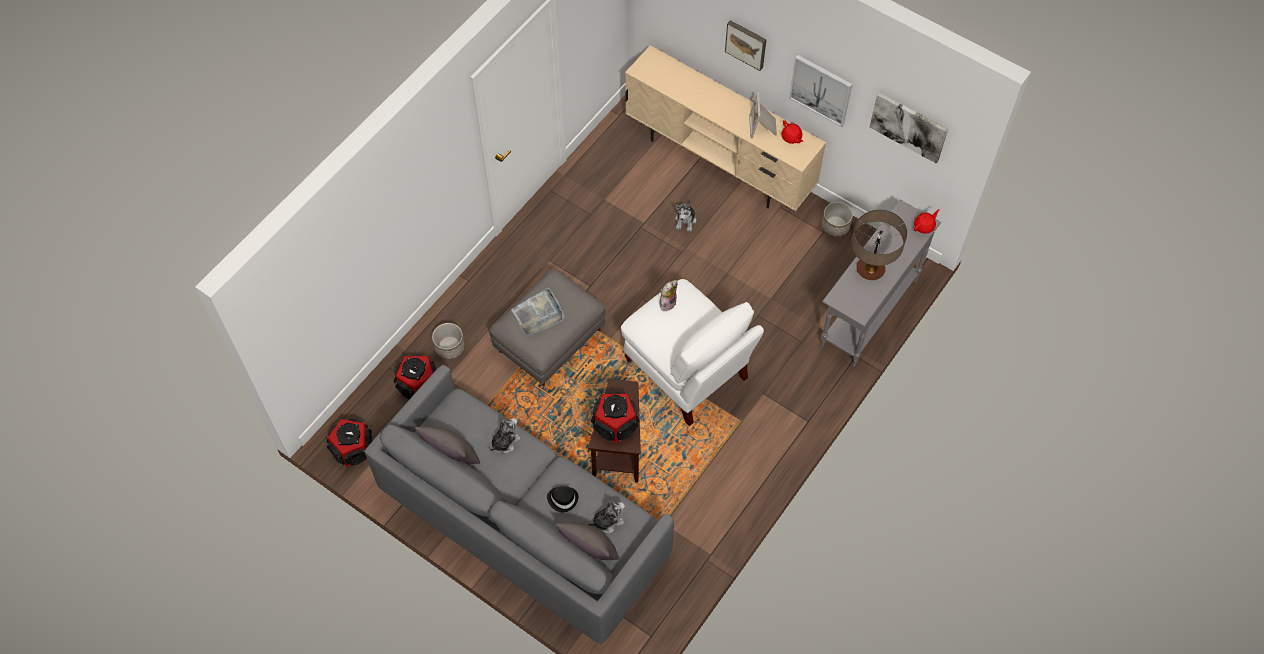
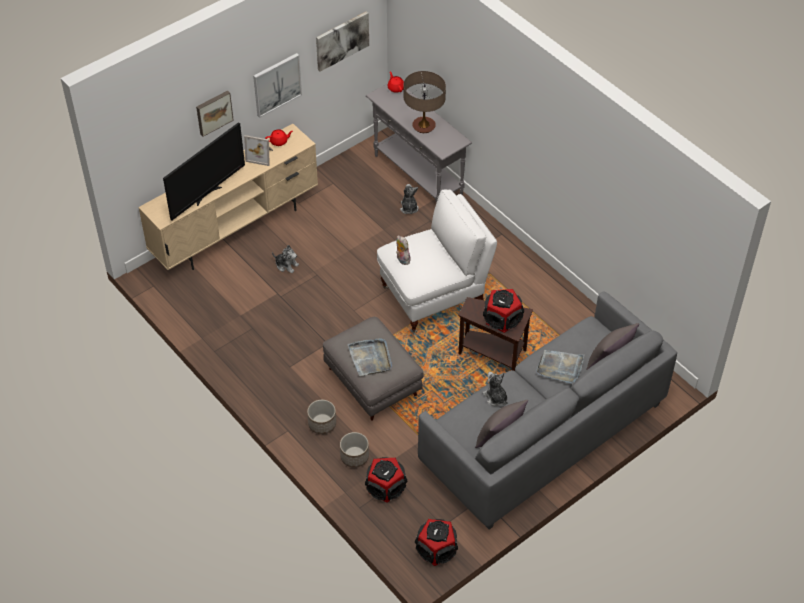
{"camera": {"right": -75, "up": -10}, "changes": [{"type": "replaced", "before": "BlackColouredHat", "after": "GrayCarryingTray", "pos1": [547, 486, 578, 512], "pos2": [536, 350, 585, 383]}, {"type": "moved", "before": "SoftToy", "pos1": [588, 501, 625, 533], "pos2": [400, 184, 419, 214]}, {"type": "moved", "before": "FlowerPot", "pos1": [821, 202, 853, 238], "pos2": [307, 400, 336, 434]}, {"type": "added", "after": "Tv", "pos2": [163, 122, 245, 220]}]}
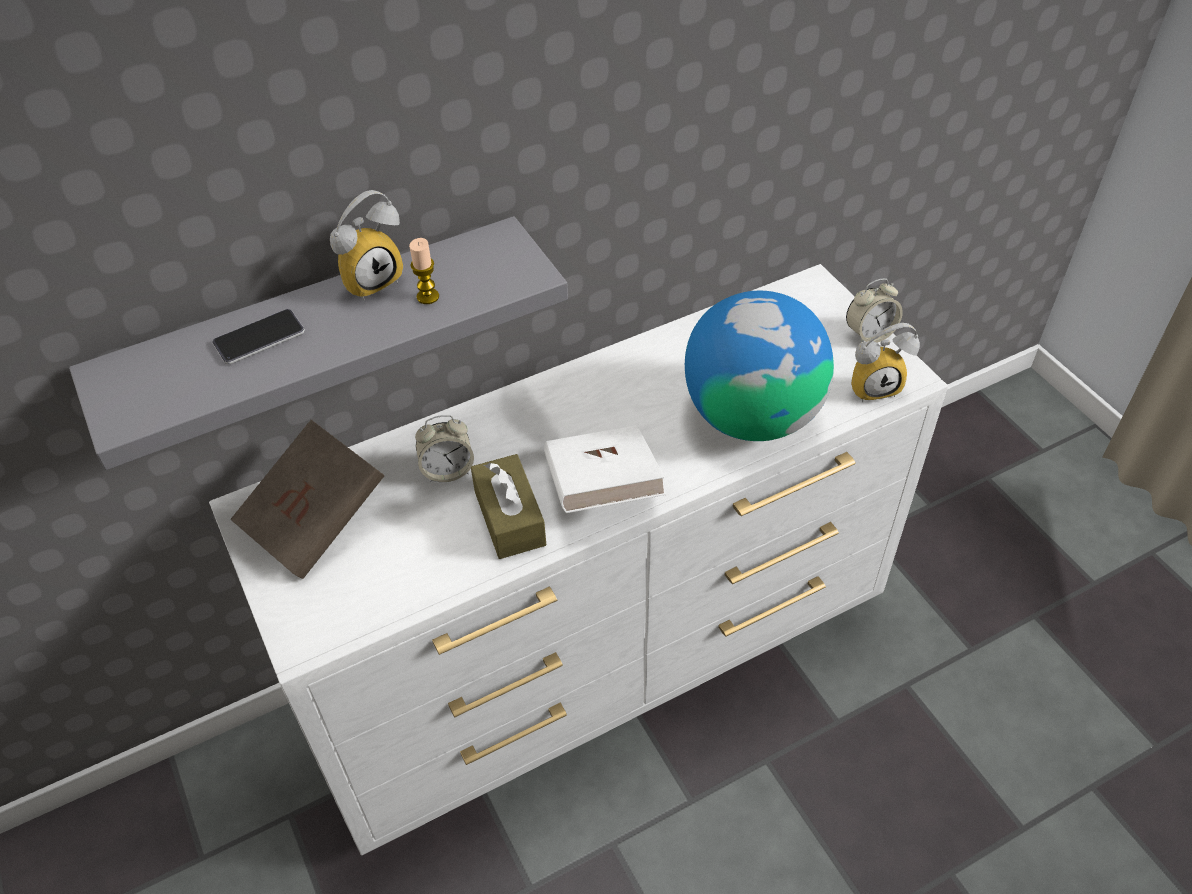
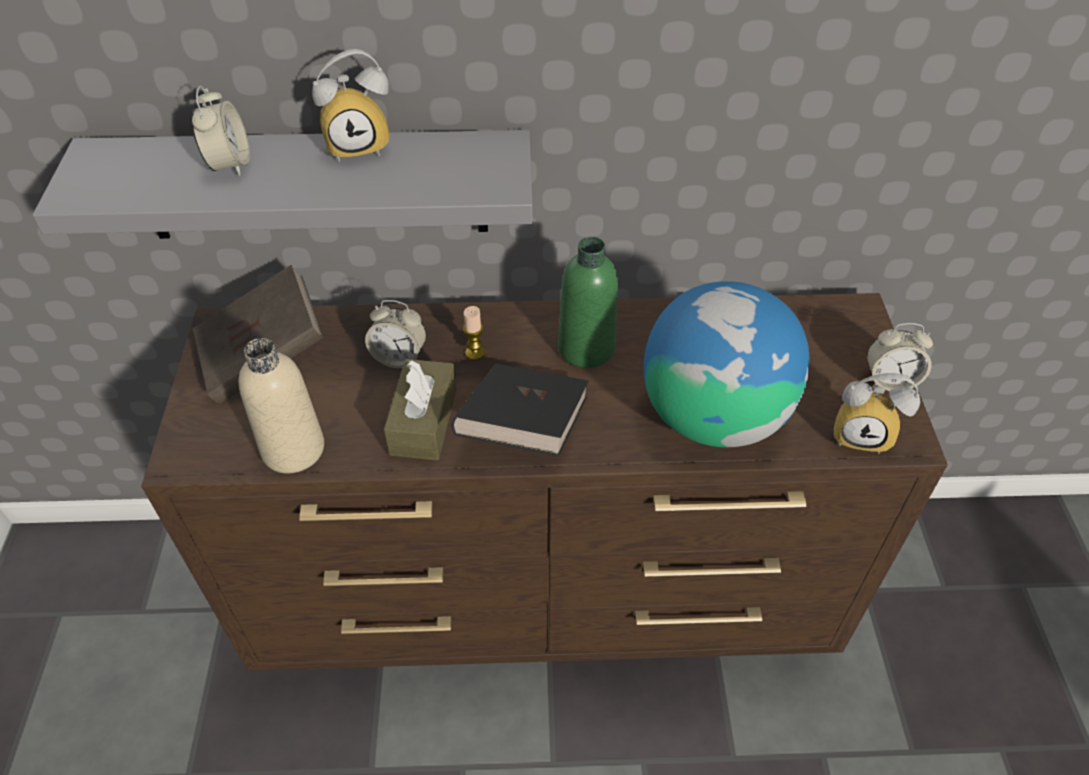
{"camera": {"right": 25, "up": 0}, "changes": [{"type": "recoloured", "before": "WhiteColouredDresser", "after": "BrownColouredDresser", "pos1": [209, 264, 948, 855], "pos2": [141, 293, 948, 671]}, {"type": "replaced", "before": "Handset", "after": "BedsideClock", "pos1": [213, 309, 305, 364], "pos2": [191, 85, 250, 176]}, {"type": "moved", "before": "WaxCandle", "pos1": [409, 238, 439, 304], "pos2": [463, 306, 485, 360]}, {"type": "recoloured", "before": "WhiteColouredVolume", "after": "BlackColouredVolume", "pos1": [544, 425, 666, 513], "pos2": [452, 363, 589, 456]}, {"type": "added", "after": "BeigeColouredDrinkBottle", "pos2": [238, 338, 324, 473]}, {"type": "added", "after": "GreenColouredDrinkBottle", "pos2": [558, 237, 618, 368]}]}
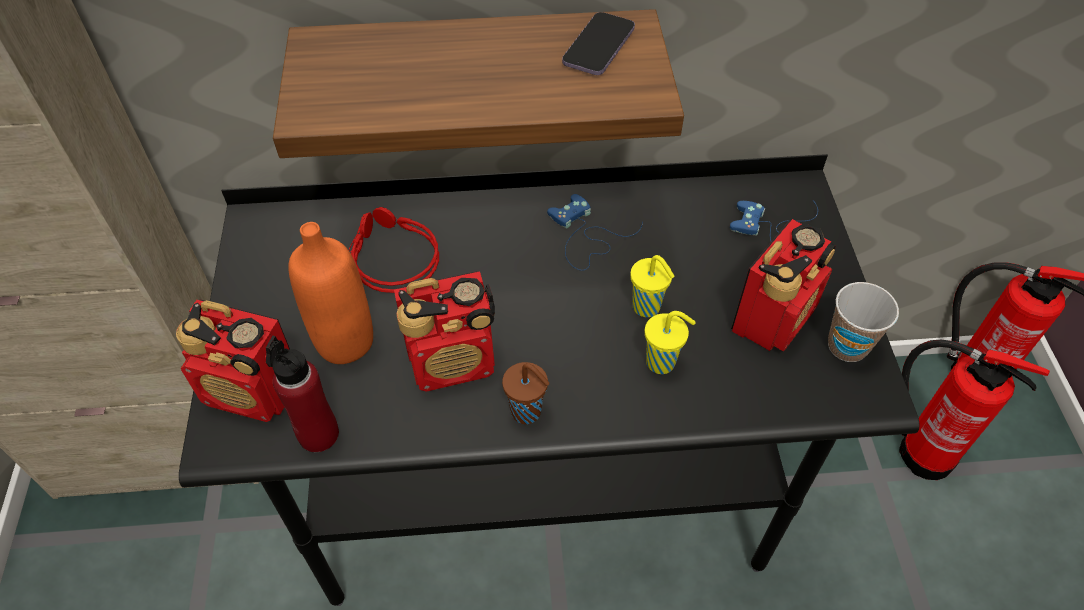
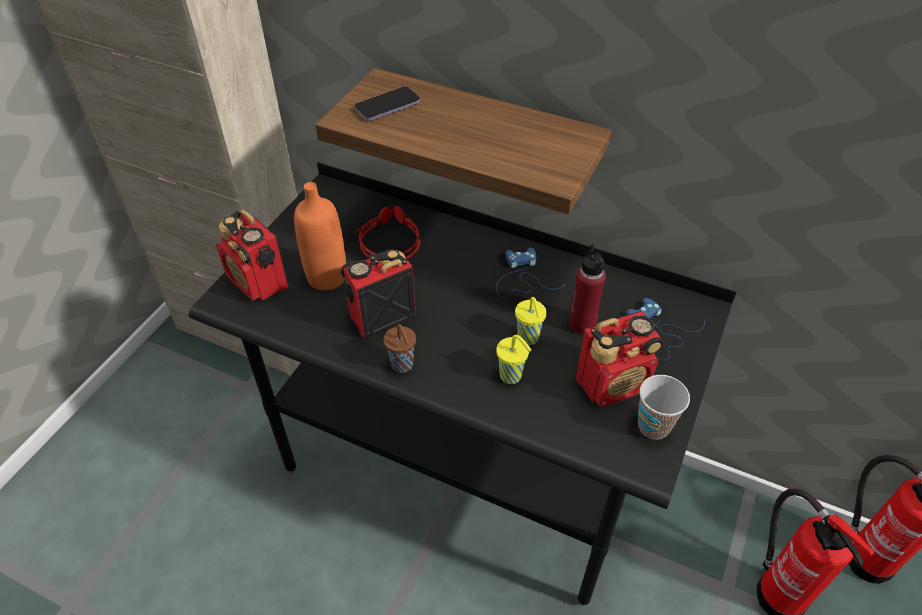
{"camera": {"right": 30, "up": -5}, "changes": [{"type": "moved", "before": "RedDrinkBottle", "pos1": [272, 341, 339, 452], "pos2": [569, 244, 606, 335]}, {"type": "turned", "before": "RadioReceiver", "pos1": [394, 271, 495, 392], "pos2": [340, 249, 416, 339], "turn": 135}, {"type": "moved", "before": "Handset", "pos1": [562, 12, 635, 75], "pos2": [354, 87, 421, 121]}]}
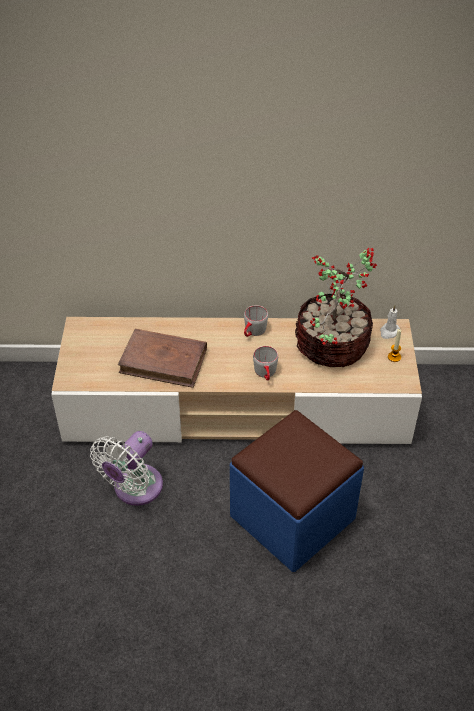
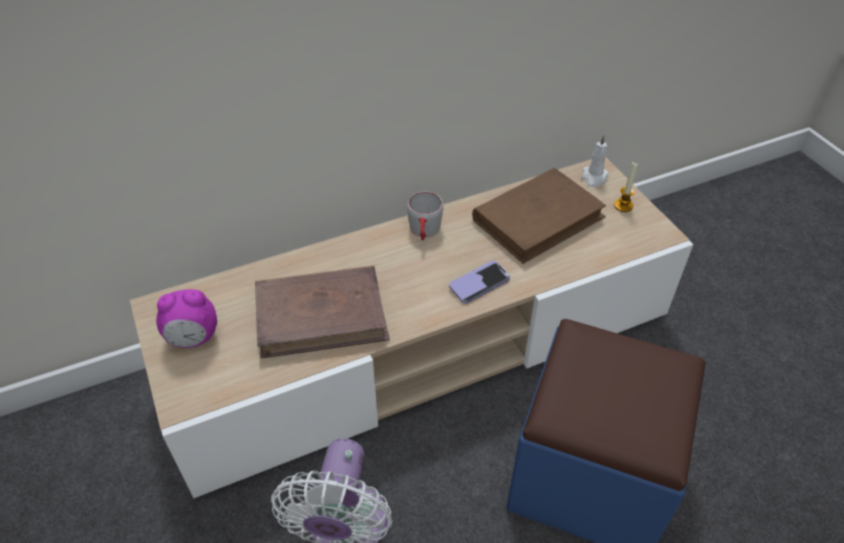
{"camera": {"right": -25, "up": 0}, "changes": [{"type": "replaced", "before": "GrayTeaMug", "after": "Handset", "pos1": [253, 346, 278, 381], "pos2": [449, 261, 510, 304]}, {"type": "replaced", "before": "PottedPlant", "after": "BrownColouredVolume", "pos1": [295, 248, 377, 367], "pos2": [472, 168, 606, 264]}, {"type": "added", "after": "BedsideClock", "pos2": [156, 289, 217, 348]}]}
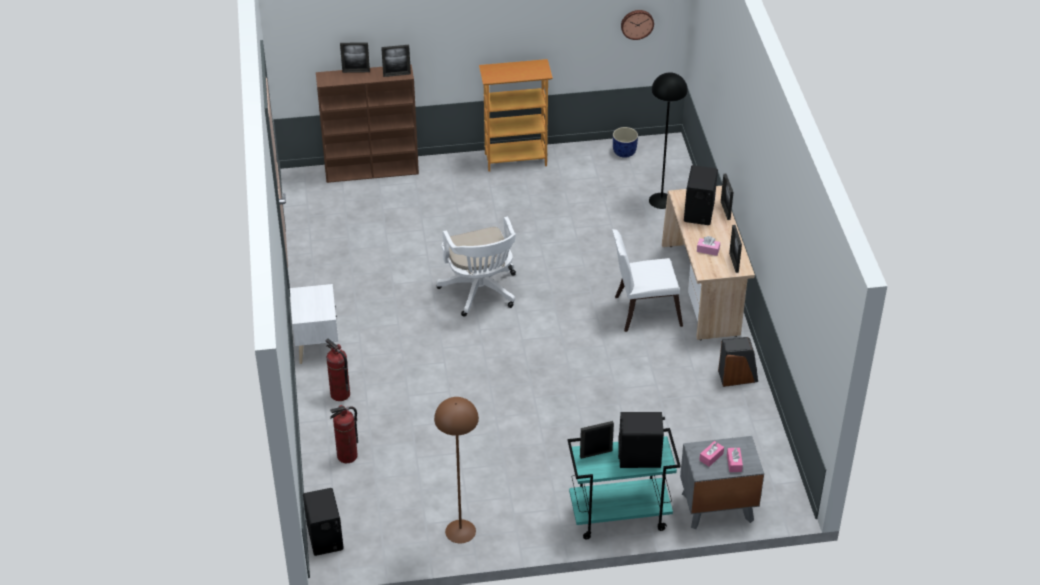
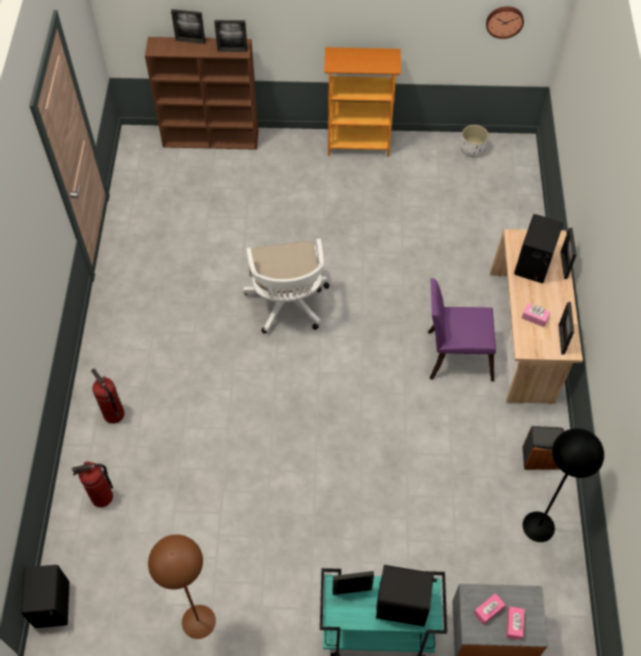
{"camera": {"right": 10, "up": 15}, "changes": [{"type": "removed", "before": "WhiteColouredNightstand", "pos1": [290, 284, 338, 364]}, {"type": "recoloured", "before": "WhiteColouredPlainChair", "after": "PurplePlainChair", "pos1": [612, 229, 683, 332], "pos2": [428, 278, 496, 382]}, {"type": "recoloured", "before": "BluishFlowerPot", "after": "WhiteColouredFlowerPot", "pos1": [613, 127, 638, 158], "pos2": [461, 125, 489, 158]}, {"type": "moved", "before": "BlackColouredFloorLamp", "pos1": [649, 72, 688, 209], "pos2": [523, 428, 604, 542]}]}
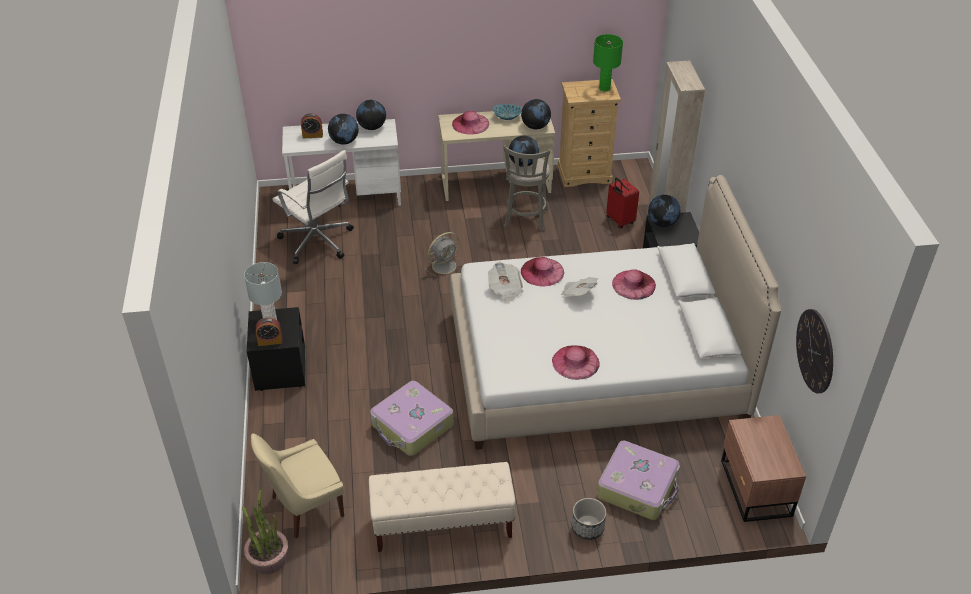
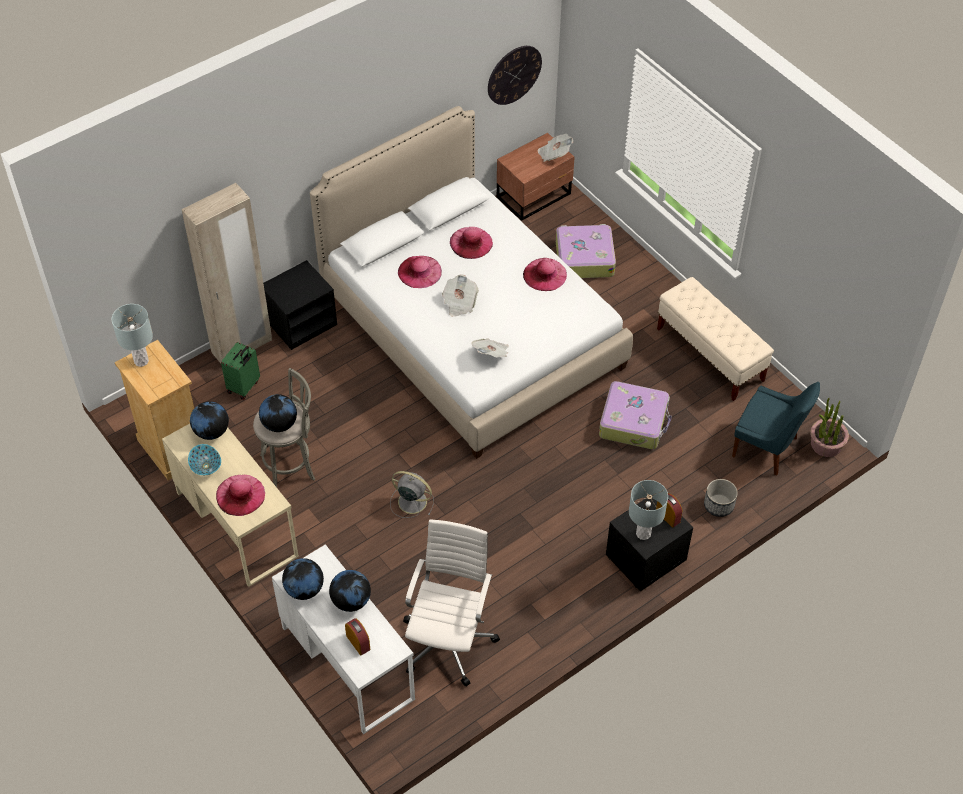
{"camera": {"right": -120, "up": 10}, "changes": [{"type": "recoloured", "before": "BeigeColouredPlainChair", "after": "BluishPlainChair", "pos1": [251, 433, 344, 539], "pos2": [732, 382, 820, 476]}, {"type": "moved", "before": "PinkHat", "pos1": [521, 257, 564, 287], "pos2": [450, 227, 493, 259]}, {"type": "moved", "before": "FlowerPot", "pos1": [572, 498, 606, 540], "pos2": [704, 479, 738, 517]}, {"type": "recoloured", "before": "GreenColouredTableLamp", "after": "GrayTableLamp", "pos1": [593, 34, 623, 91], "pos2": [112, 304, 153, 367]}, {"type": "recoloured", "before": "RedPieceOfLuggage", "after": "GreenColouredPieceOfLuggage", "pos1": [606, 178, 639, 228], "pos2": [221, 342, 260, 400]}, {"type": "removed", "before": "Globe", "pos1": [648, 195, 681, 227]}, {"type": "added", "after": "Newspaper", "pos2": [538, 134, 573, 162]}]}
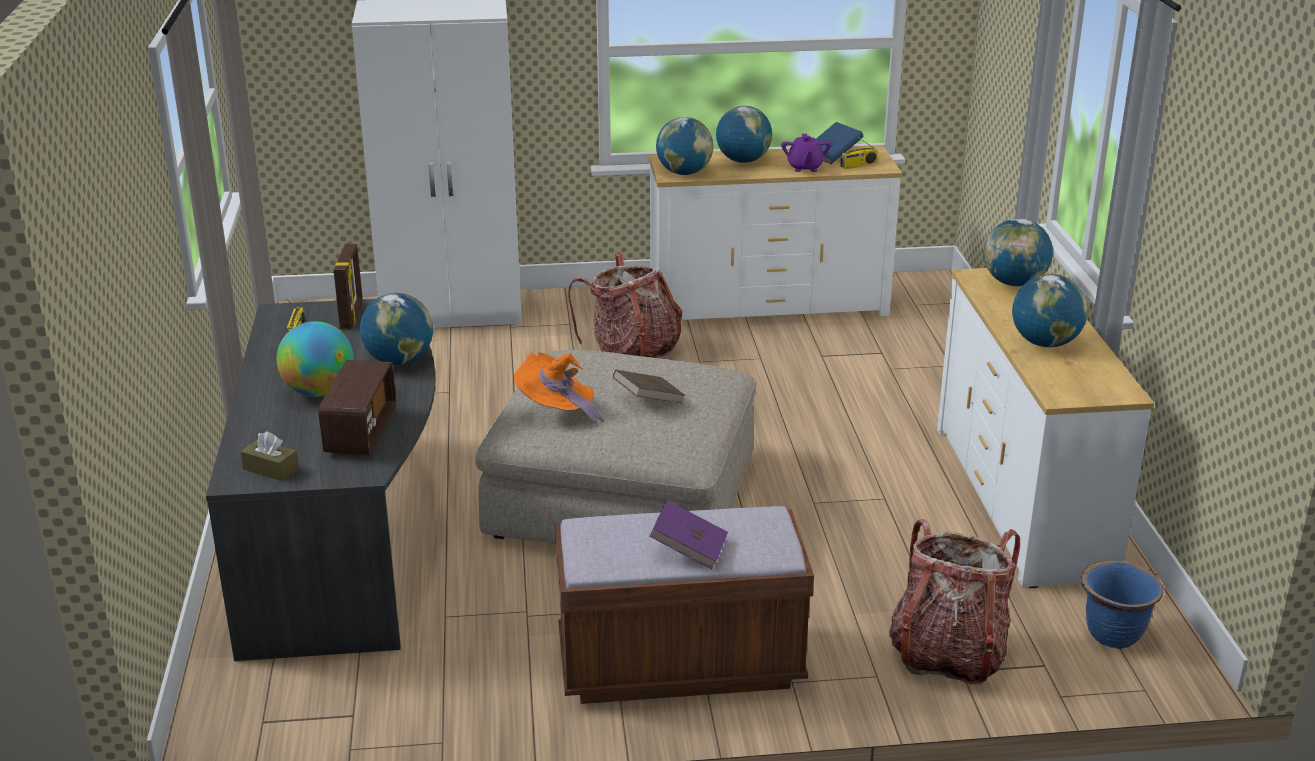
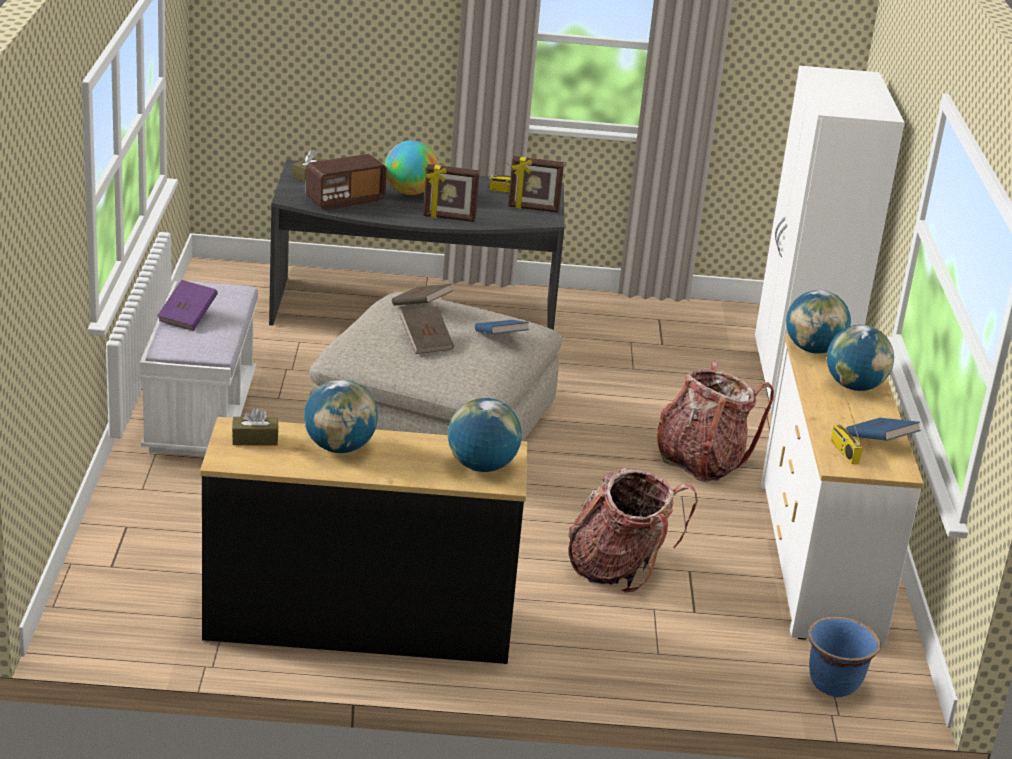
{"camera": {"right": 95, "up": 0}, "changes": [{"type": "turned", "before": "RadioReceiver", "pos1": [318, 360, 396, 455], "pos2": [306, 154, 387, 210], "turn": -45}, {"type": "replaced", "before": "Globe", "after": "PictureFrame", "pos1": [360, 293, 433, 365], "pos2": [423, 164, 480, 222]}, {"type": "replaced", "before": "OrangeColouredHat", "after": "BrownColouredVolume", "pos1": [514, 352, 605, 428], "pos2": [392, 284, 452, 306]}, {"type": "recoloured", "before": "BrownColouredIndoorBench", "after": "WhiteColouredIndoorBench", "pos1": [555, 506, 814, 704], "pos2": [140, 281, 258, 457]}, {"type": "removed", "before": "PurpleTeapot", "pos1": [781, 134, 831, 172]}, {"type": "moved", "before": "Rucksack", "pos1": [889, 519, 1020, 685], "pos2": [568, 468, 698, 592]}, {"type": "recoloured", "before": "WhiteColouredDresser", "after": "BlackColouredDresser", "pos1": [937, 268, 1154, 588], "pos2": [200, 417, 527, 664]}, {"type": "moved", "before": "BluishFlowerPot", "pos1": [1082, 561, 1163, 649], "pos2": [808, 616, 881, 697]}, {"type": "added", "after": "BrownColouredTissueHolder", "pos2": [232, 407, 279, 446]}, {"type": "added", "after": "BluishVolume", "pos2": [475, 320, 529, 334]}]}
